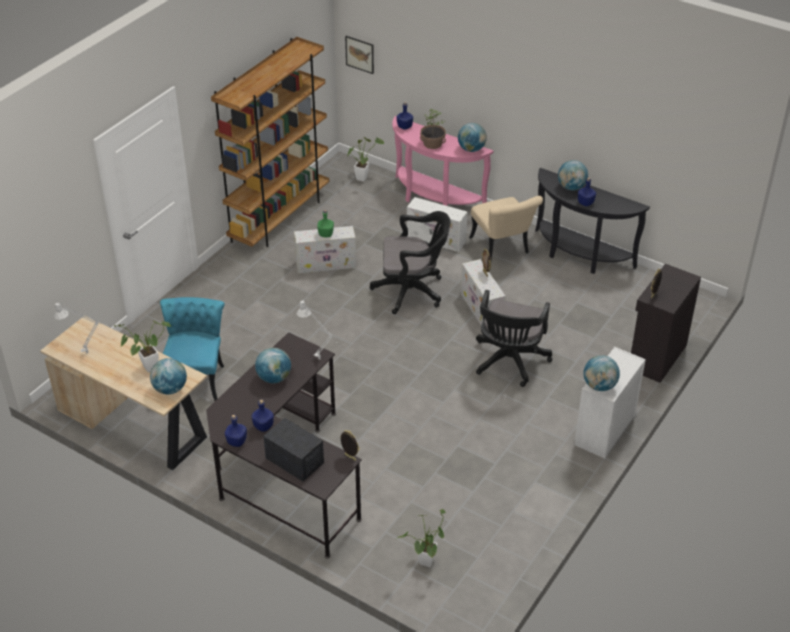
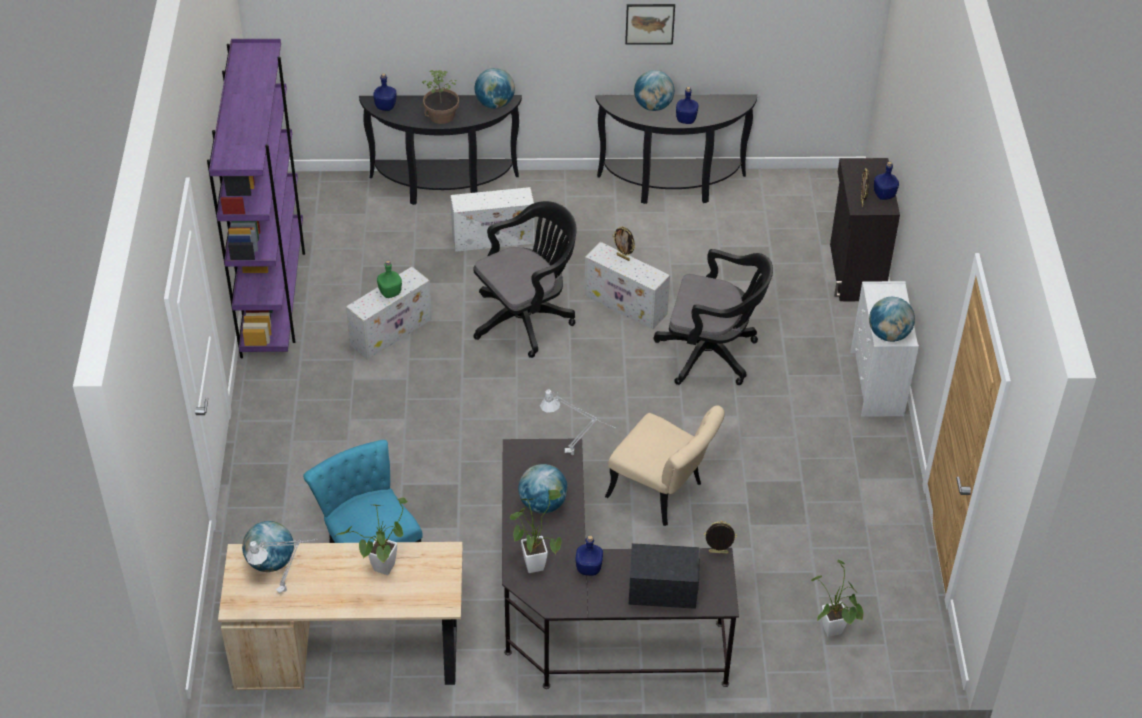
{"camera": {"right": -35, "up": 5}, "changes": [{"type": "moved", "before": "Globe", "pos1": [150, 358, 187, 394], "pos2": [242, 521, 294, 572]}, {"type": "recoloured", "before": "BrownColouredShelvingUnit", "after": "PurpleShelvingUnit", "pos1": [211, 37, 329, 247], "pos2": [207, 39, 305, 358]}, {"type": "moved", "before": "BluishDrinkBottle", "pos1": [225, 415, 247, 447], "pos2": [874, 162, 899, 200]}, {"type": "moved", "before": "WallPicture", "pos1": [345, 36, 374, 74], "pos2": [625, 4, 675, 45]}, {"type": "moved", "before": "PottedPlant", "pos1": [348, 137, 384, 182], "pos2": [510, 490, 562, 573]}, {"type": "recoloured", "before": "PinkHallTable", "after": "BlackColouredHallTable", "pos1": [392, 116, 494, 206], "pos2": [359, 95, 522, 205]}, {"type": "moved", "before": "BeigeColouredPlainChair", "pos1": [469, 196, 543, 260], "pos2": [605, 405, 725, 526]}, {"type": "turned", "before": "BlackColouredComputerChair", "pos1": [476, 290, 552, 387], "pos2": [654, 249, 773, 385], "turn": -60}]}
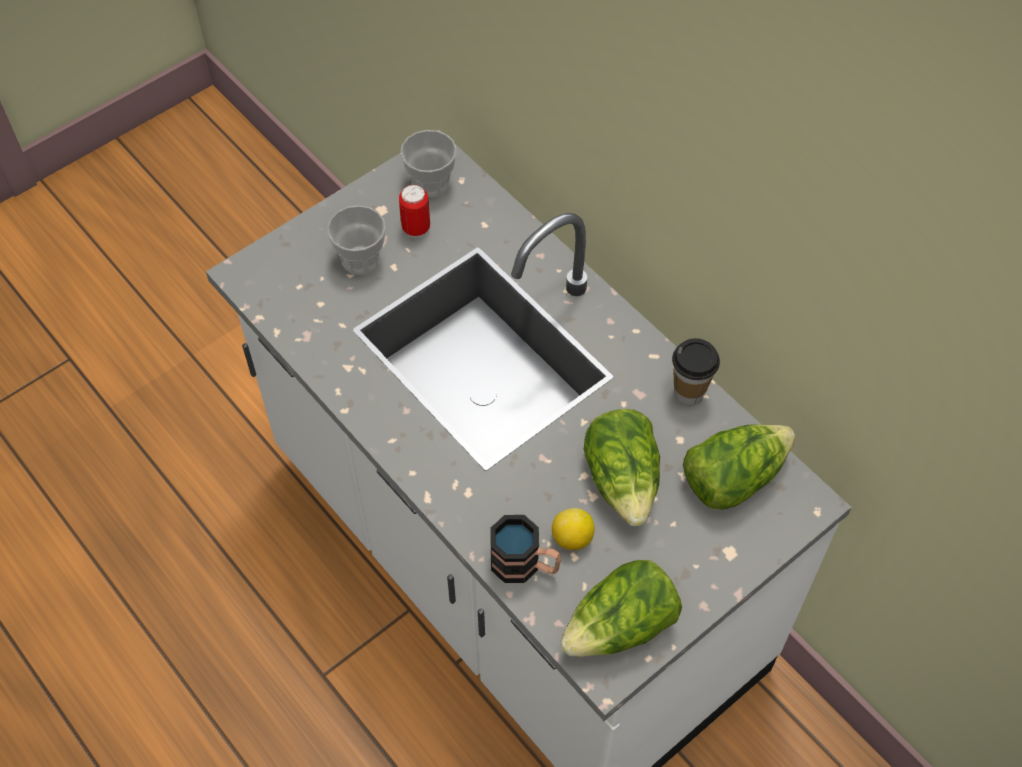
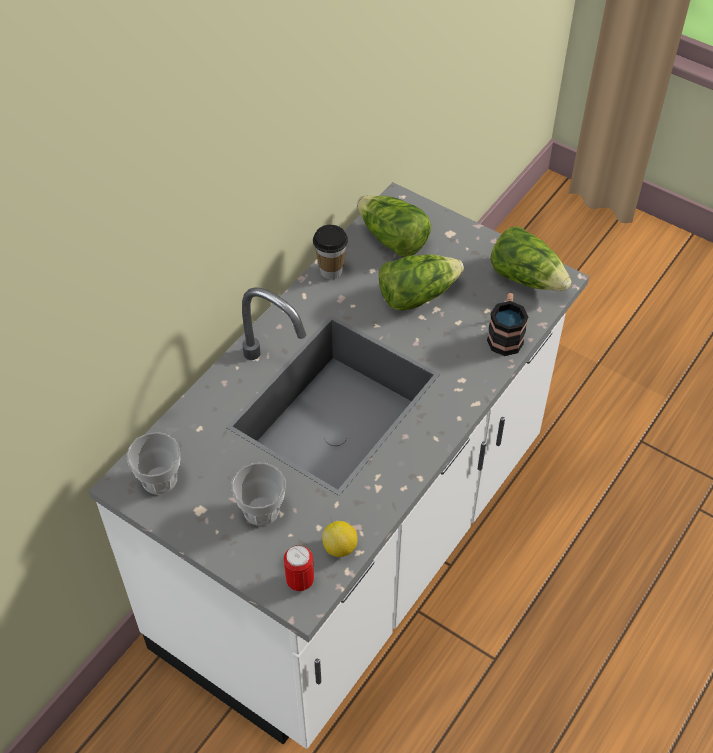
{"camera": {"right": -105, "up": -5}, "changes": [{"type": "moved", "before": "Can", "pos1": [399, 184, 430, 237], "pos2": [284, 545, 314, 591]}, {"type": "moved", "before": "Lemon", "pos1": [552, 508, 594, 550], "pos2": [322, 521, 358, 557]}]}
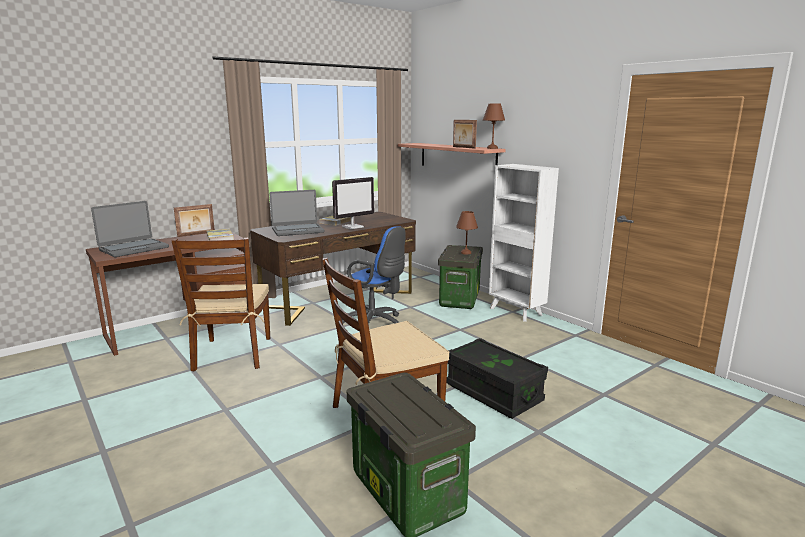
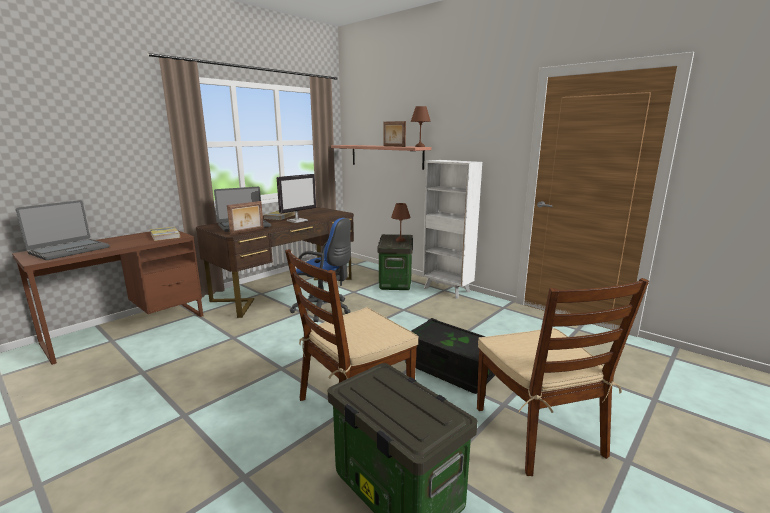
{"camera": {"right": -10, "up": 0}, "changes": [{"type": "moved", "before": "BrownColouredPlainChair", "pos1": [172, 237, 270, 371], "pos2": [477, 278, 649, 476]}, {"type": "moved", "before": "PictureFrame", "pos1": [174, 204, 215, 237], "pos2": [227, 201, 264, 235]}]}
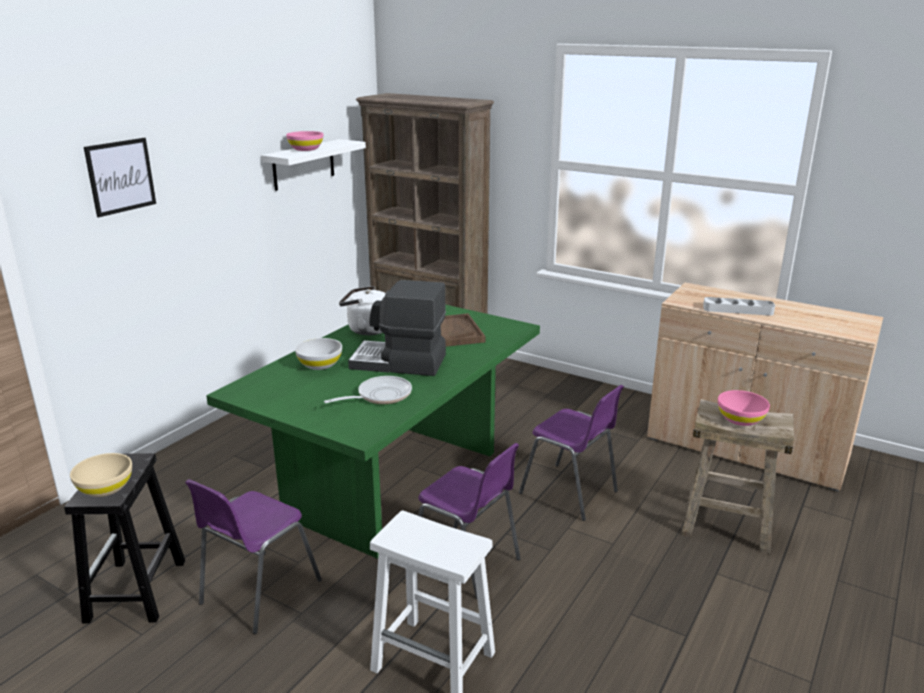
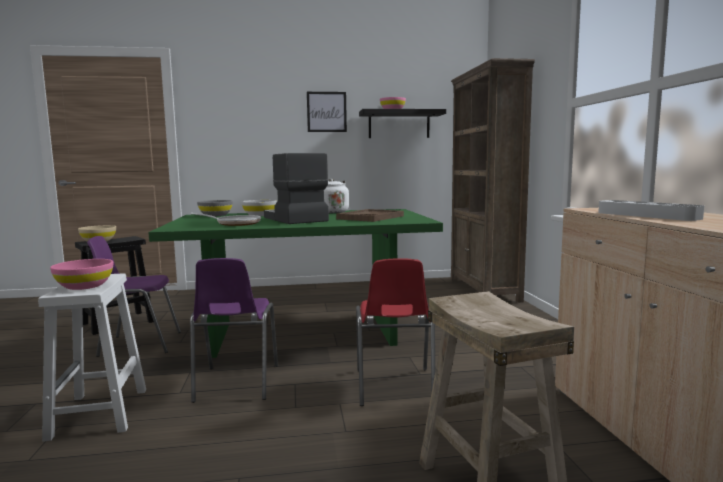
{"camera": {"right": 50, "up": -15}, "changes": [{"type": "moved", "before": "WallPicture", "pos1": [84, 138, 156, 217], "pos2": [307, 92, 347, 132]}, {"type": "recoloured", "before": "WhiteColouredBracketShelf", "after": "BlackColouredBracketShelf", "pos1": [261, 139, 366, 191], "pos2": [359, 109, 446, 138]}, {"type": "recoloured", "before": "PurplePlainChair", "after": "RedPlainChair", "pos1": [519, 385, 624, 521], "pos2": [356, 258, 435, 406]}, {"type": "moved", "before": "PinkServingBowl", "pos1": [718, 390, 770, 426], "pos2": [50, 259, 113, 290]}, {"type": "added", "after": "GrayServingBowl", "pos2": [197, 200, 233, 216]}]}
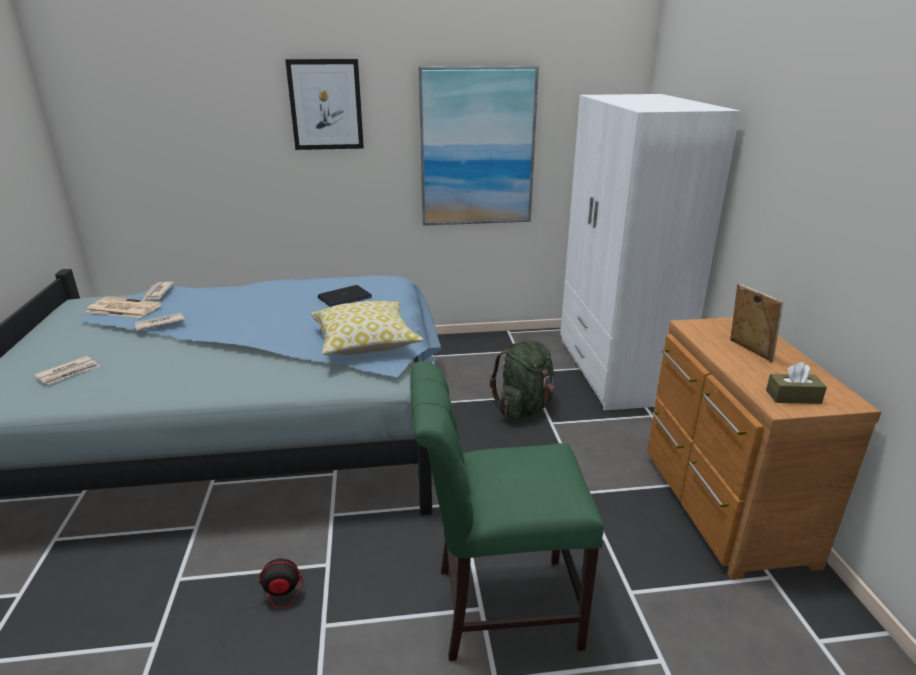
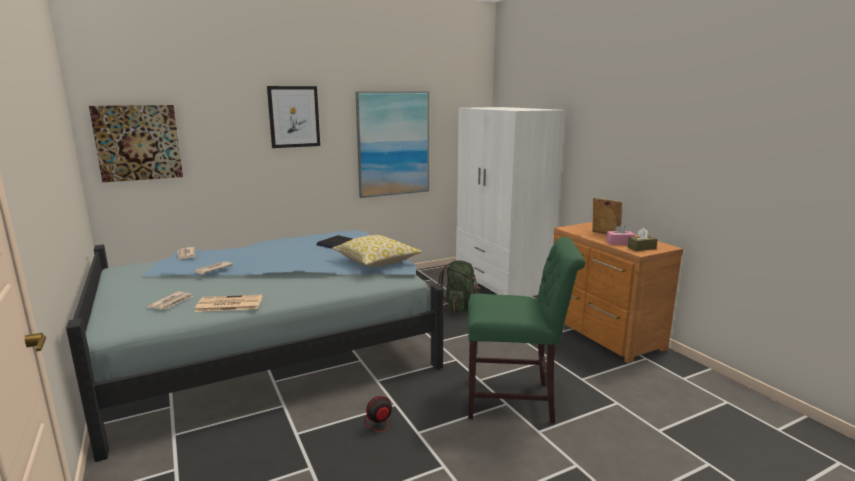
{"camera": {"right": -20, "up": -10}, "changes": [{"type": "moved", "before": "Newspaper", "pos1": [86, 297, 162, 318], "pos2": [195, 295, 263, 312]}, {"type": "turned", "before": "GreenColouredPlainChair", "pos1": [410, 361, 604, 661], "pos2": [468, 237, 585, 423], "turn": -150}, {"type": "added", "after": "WallPicture", "pos2": [89, 105, 183, 182]}, {"type": "added", "after": "PinkTissueHolder", "pos2": [606, 223, 635, 245]}]}
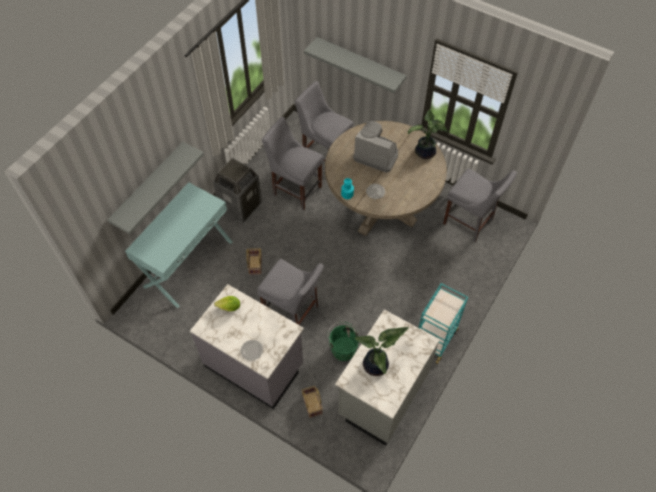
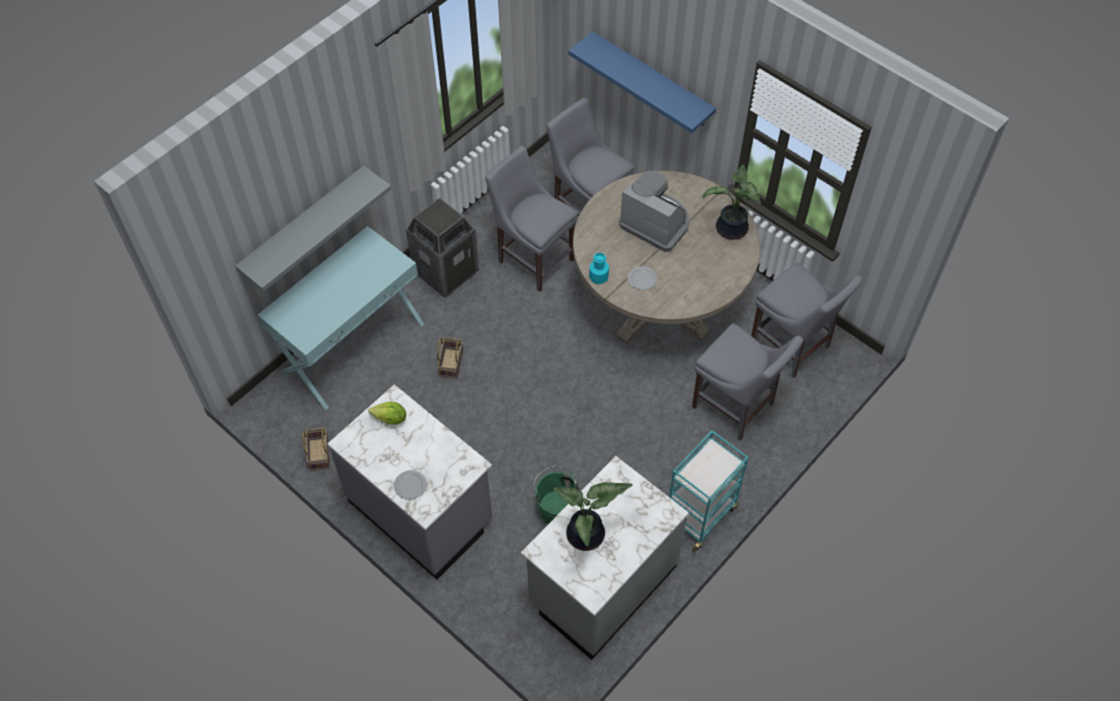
{"camera": {"right": 10, "up": 0}, "changes": [{"type": "moved", "before": "GrayPlainChair", "pos1": [257, 259, 324, 325], "pos2": [692, 323, 803, 441]}, {"type": "moved", "before": "StorageBasket", "pos1": [302, 386, 323, 418], "pos2": [302, 427, 330, 471]}, {"type": "recoloured", "before": "GrayBracketShelf", "after": "BluishBracketShelf", "pos1": [304, 37, 407, 93], "pos2": [568, 31, 716, 133]}]}
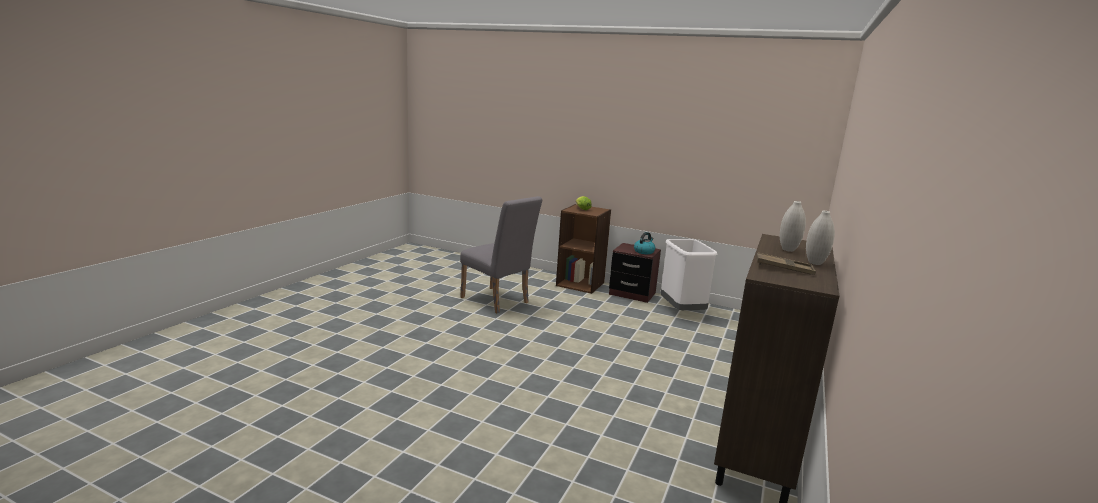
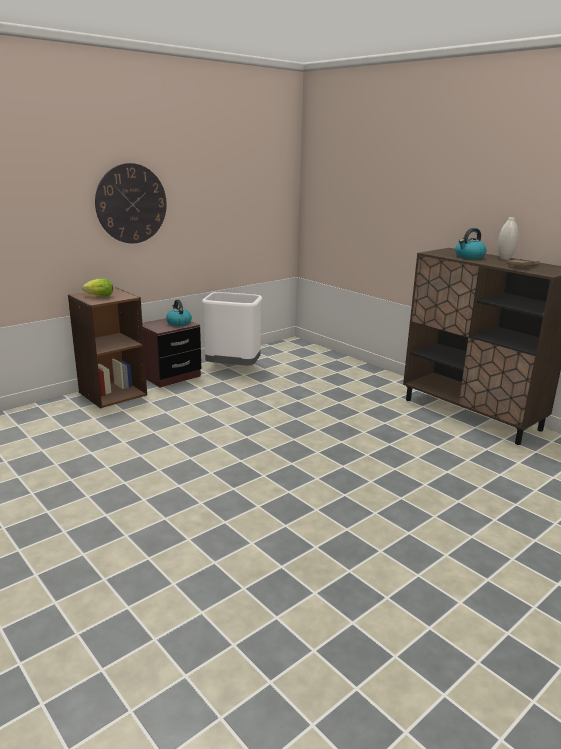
{"camera": {"right": -65, "up": 5}, "changes": [{"type": "removed", "before": "GrayPlainChair", "pos1": [460, 196, 542, 313]}, {"type": "replaced", "before": "WhiteColouredFlowerVase", "after": "WaterKettle", "pos1": [780, 201, 806, 252], "pos2": [455, 228, 486, 259]}, {"type": "added", "after": "HangingClock", "pos2": [95, 163, 167, 243]}]}
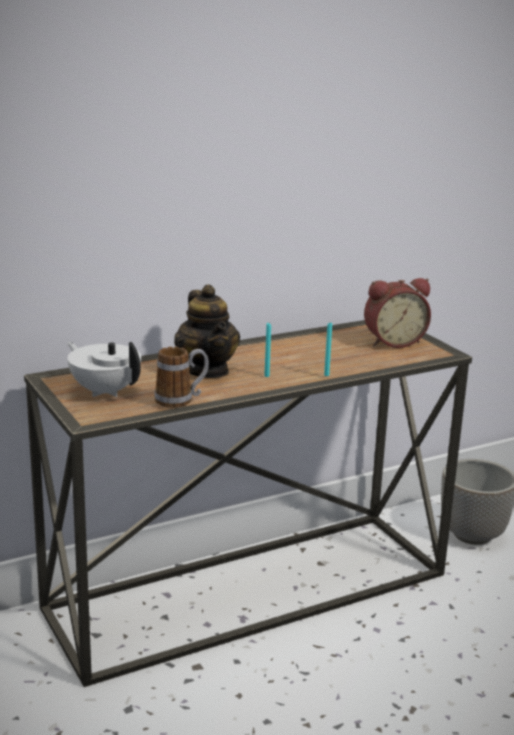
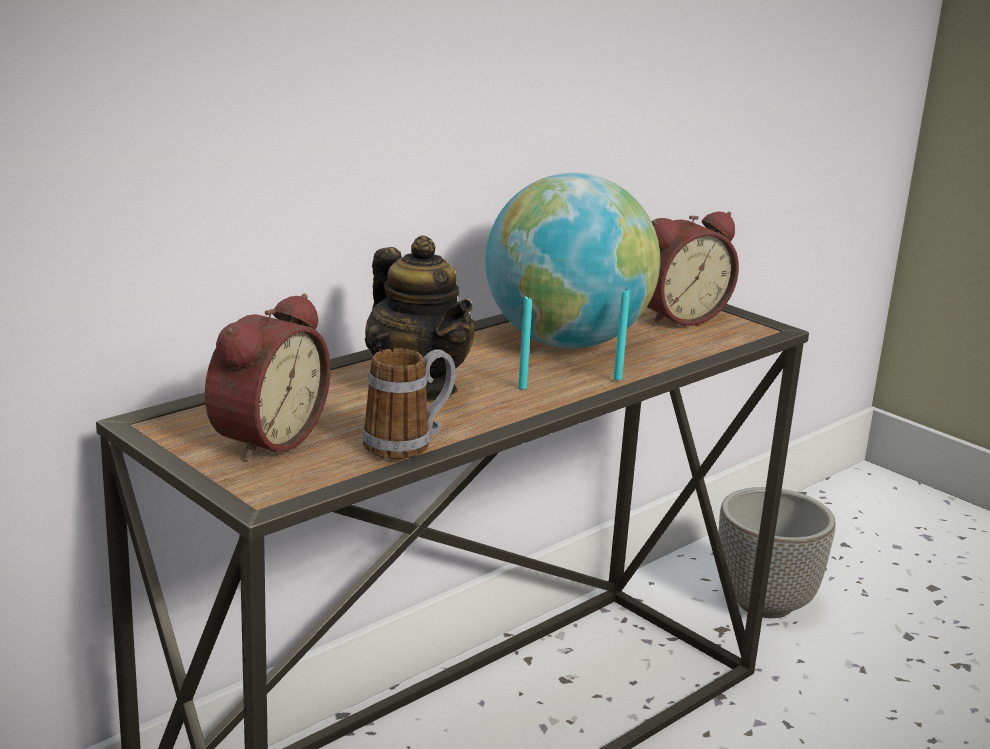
{"camera": {"right": -15, "up": 0}, "changes": [{"type": "replaced", "before": "WhiteColouredTeapot", "after": "BedsideClock", "pos1": [67, 342, 141, 397], "pos2": [205, 294, 331, 462]}, {"type": "added", "after": "Globe", "pos2": [485, 173, 660, 348]}]}
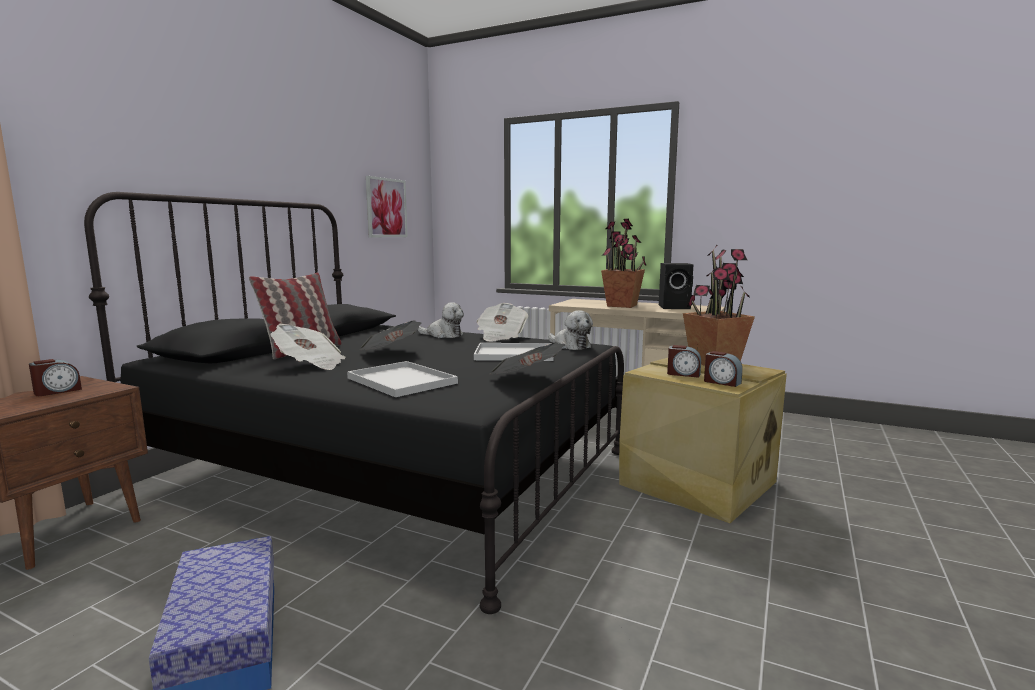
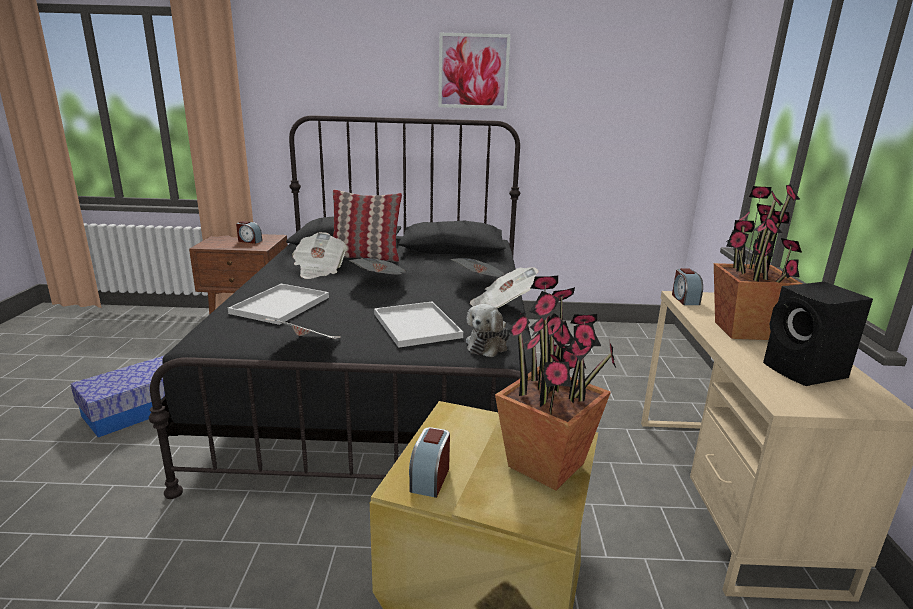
{"camera": {"right": 65, "up": 10}, "changes": [{"type": "moved", "before": "WallPicture", "pos1": [366, 176, 408, 237], "pos2": [438, 33, 511, 109]}, {"type": "replaced", "before": "SoftToy", "after": "Newspaper", "pos1": [417, 302, 464, 338], "pos2": [451, 258, 505, 277]}, {"type": "moved", "before": "BedsideClock", "pos1": [667, 345, 701, 378], "pos2": [672, 268, 703, 305]}]}
